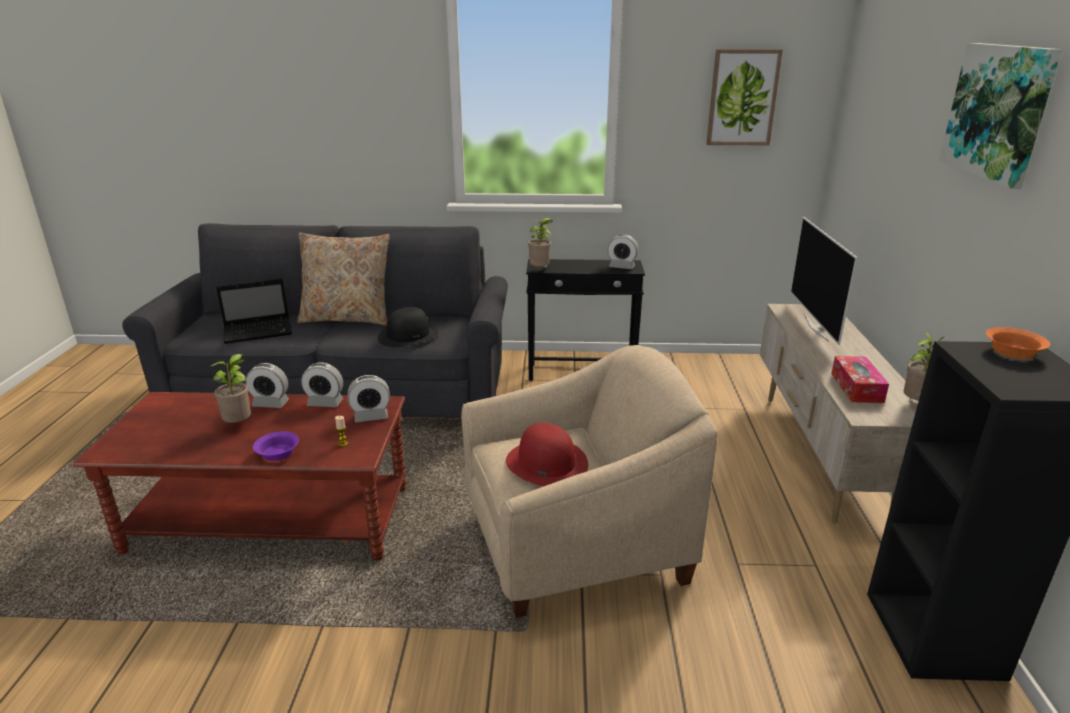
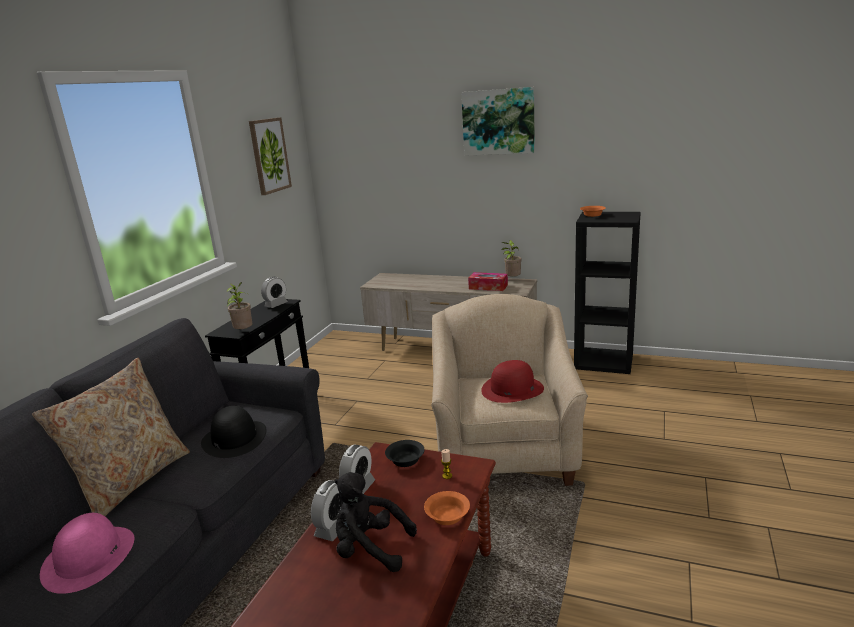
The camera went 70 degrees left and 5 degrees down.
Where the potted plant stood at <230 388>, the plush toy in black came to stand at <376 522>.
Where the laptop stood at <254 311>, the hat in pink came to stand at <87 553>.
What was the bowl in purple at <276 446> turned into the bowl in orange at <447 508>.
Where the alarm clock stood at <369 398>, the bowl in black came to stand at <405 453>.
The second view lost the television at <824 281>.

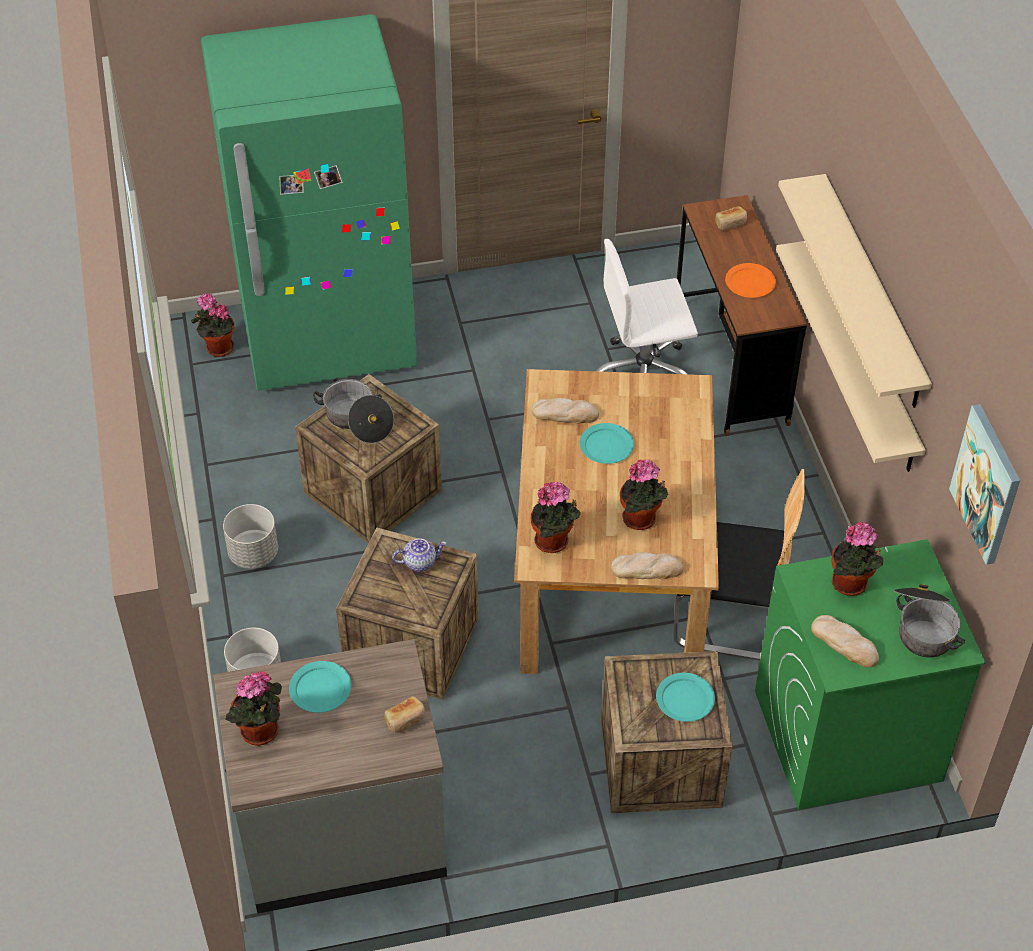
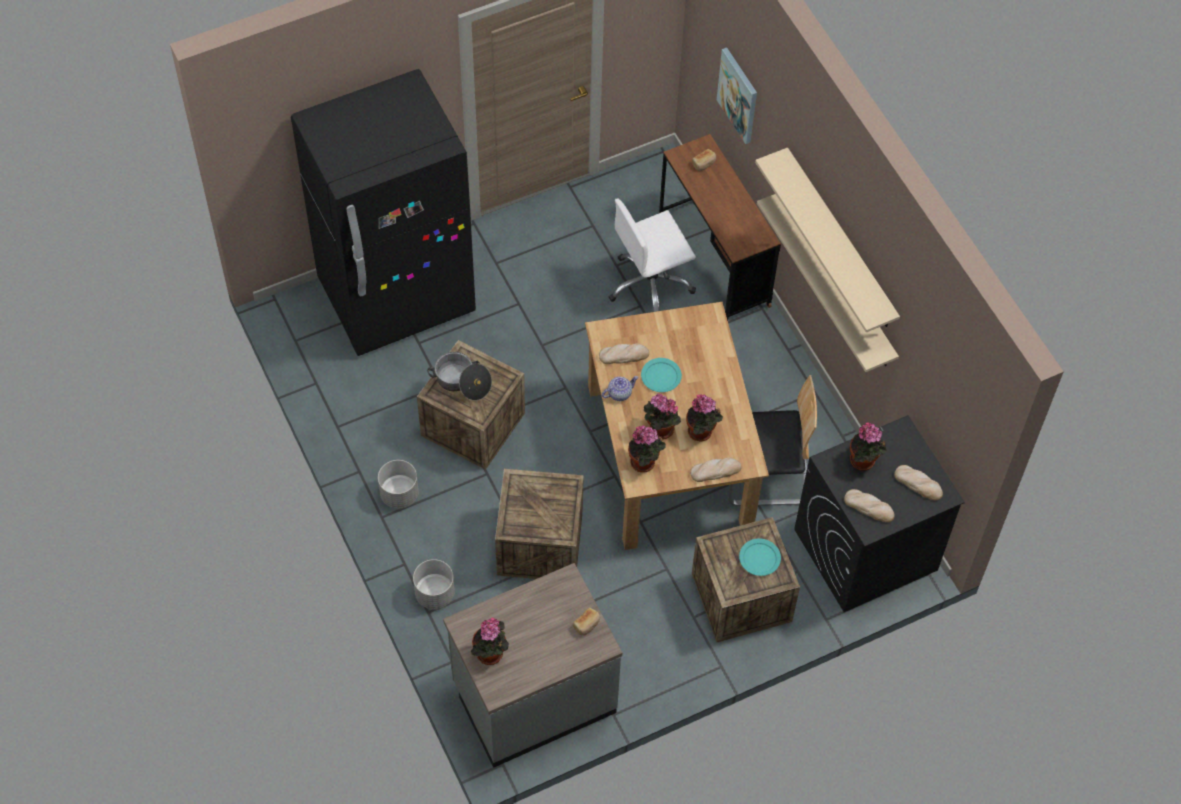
The camera went 15 degrees left and 10 degrees up.
The potted plant ended up elsewhere, having gone from <212 325> to <662 416>.
What was the fridge in green at <309 202> turned into the fridge in black at <383 212>.
The second view lost the plate in turquoise at <320 687>.
The teapot ended up elsewhere, having gone from <419 555> to <620 388>.
The second view lost the plate in orange at <750 280>.
What was the washing machine in green at <870 674> turned into the washing machine in black at <879 513>.
Where the cooking pot stood at <929 620>, the bread came to stand at <918 482>.
The picture ended up elsewhere, having gone from <984 484> to <737 95>.

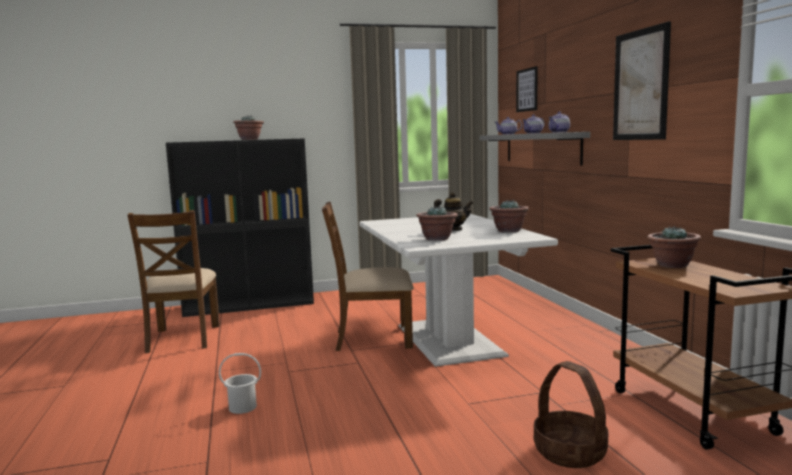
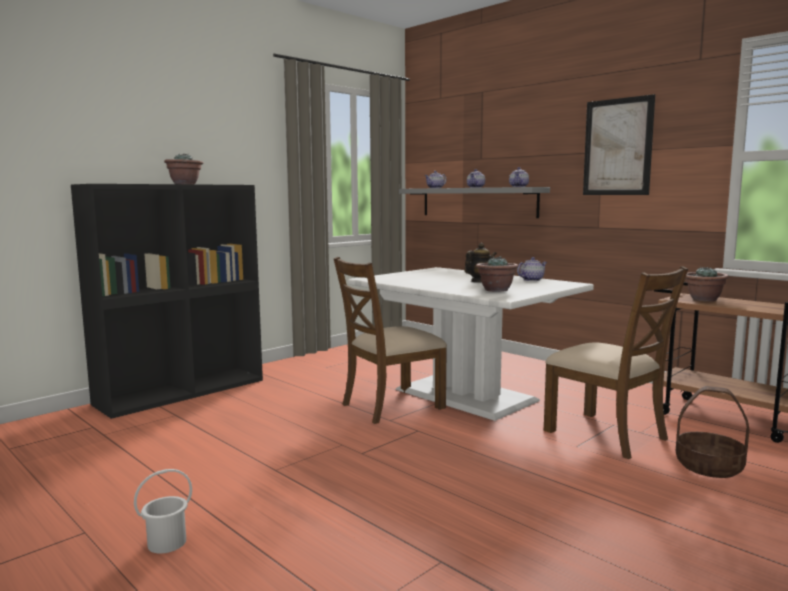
The camera went 30 degrees left and 0 degrees up.
The chair in brown ended up elsewhere, having gone from <173 281> to <616 362>.
The bucket in white ended up elsewhere, having gone from <240 383> to <163 511>.
Where the potted plant stood at <509 216>, the teapot came to stand at <532 269>.
The second view lost the picture at <527 89>.

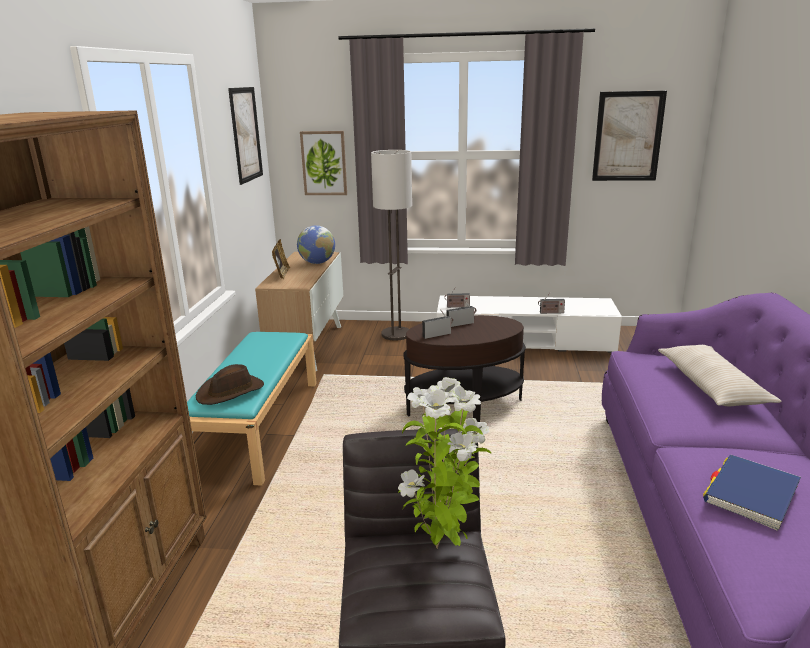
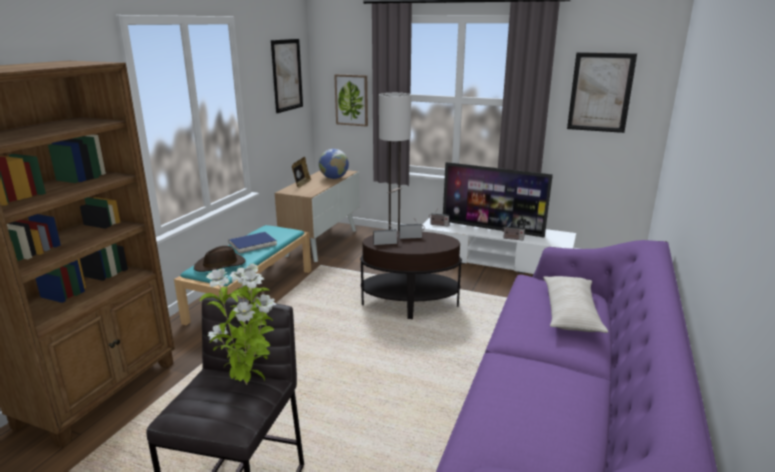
The camera went 15 degrees right and 0 degrees up.
The book in blue ended up elsewhere, having gone from <752 492> to <252 243>.
The second view gained the television at <498 200>.

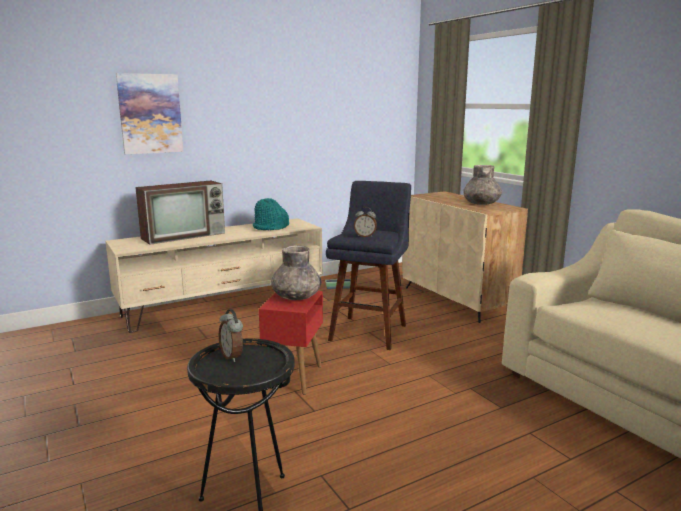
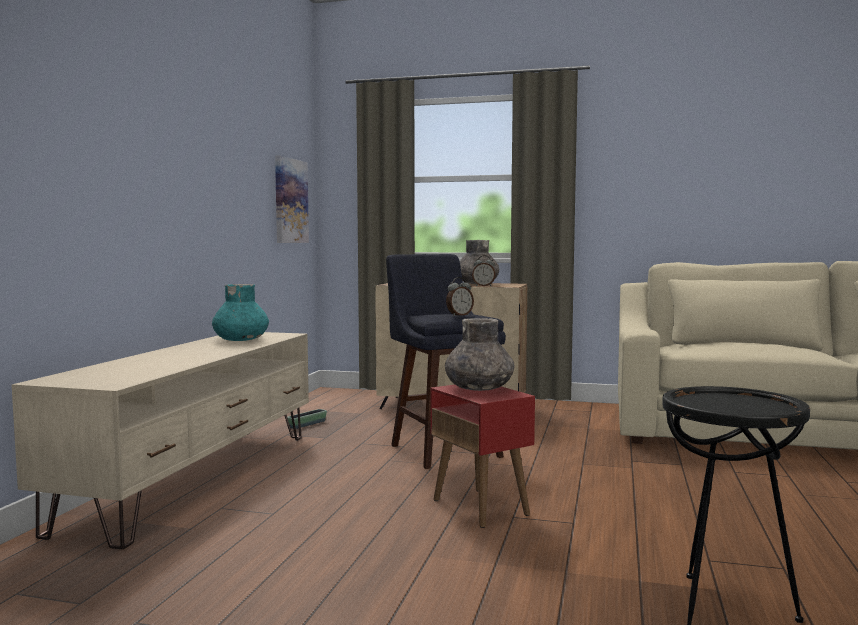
The camera went 45 degrees left and 10 degrees down.
The picture ended up elsewhere, having gone from <149 113> to <292 199>.
The second view lost the television at <180 213>.
The alarm clock ended up elsewhere, having gone from <231 335> to <484 270>.
Where the hat in turquoise stood at <271 214>, the vase in turquoise came to stand at <240 312>.

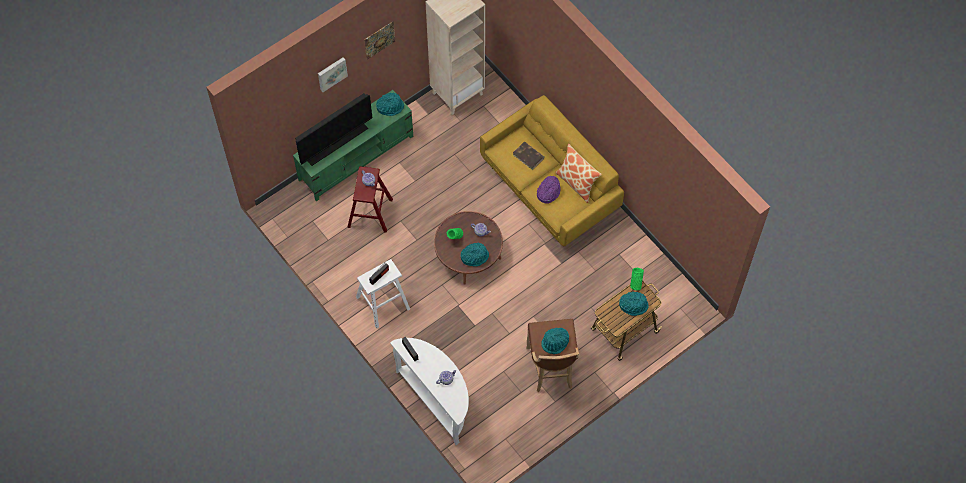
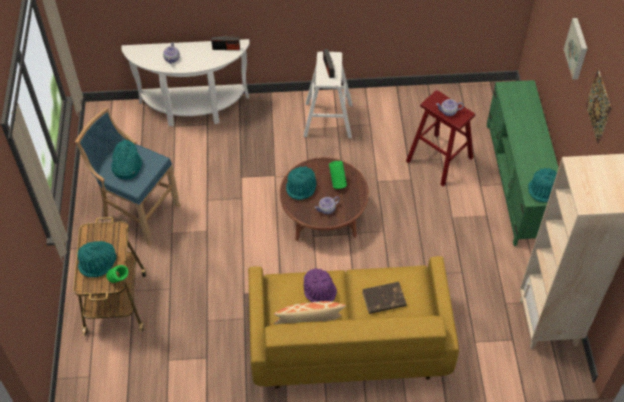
The camera went 125 degrees right and 10 degrees down.
The second view lost the television at <333 129>.
What was the stool in brown at <552 355> turned into the stool in blue at <128 177>.

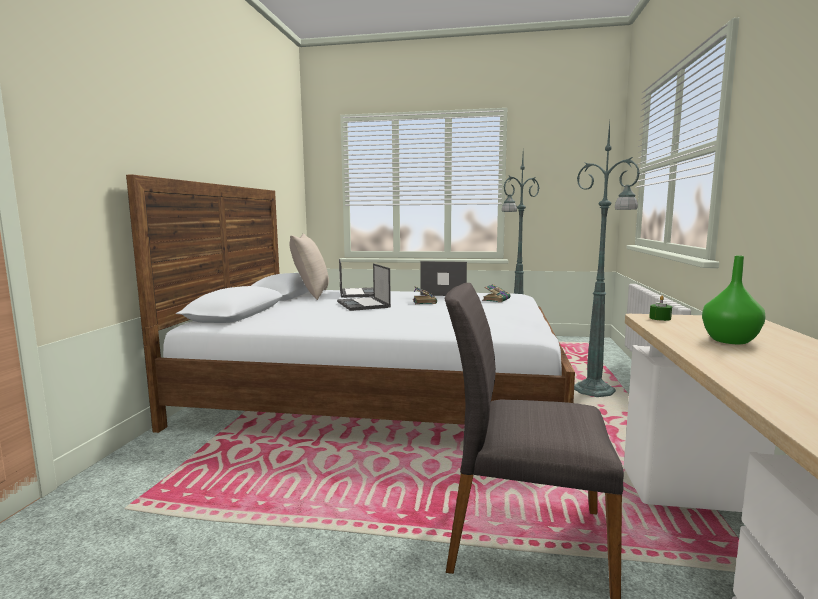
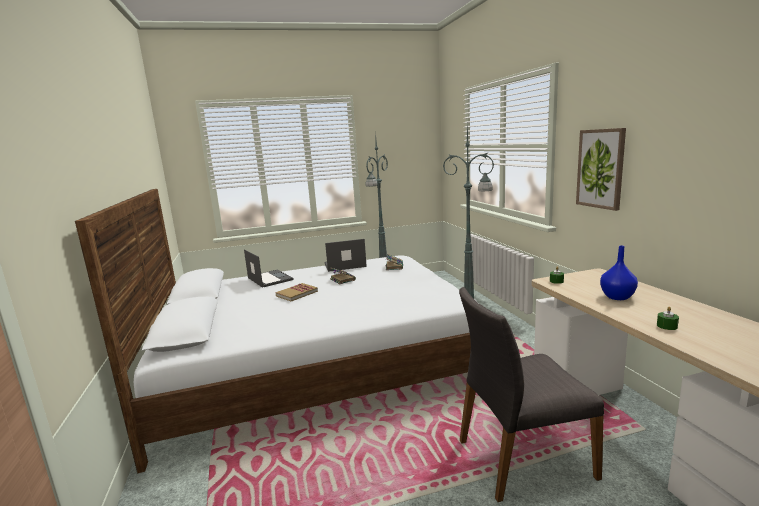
The camera went 25 degrees left and 5 degrees up.
The second view lost the pillow in beige at <309 267>.
Where the laptop stood at <364 287>, the book came to stand at <297 292>.
What was the vase in green at <734 300> turned into the vase in blue at <619 272>.
The second view gained the picture at <601 169>.
The second view gained the candle in green at <668 318>.

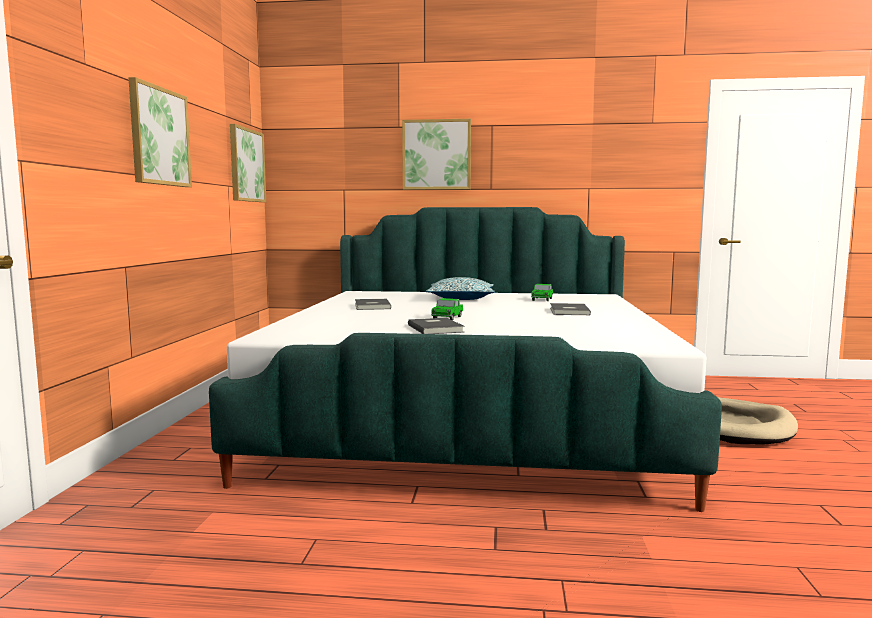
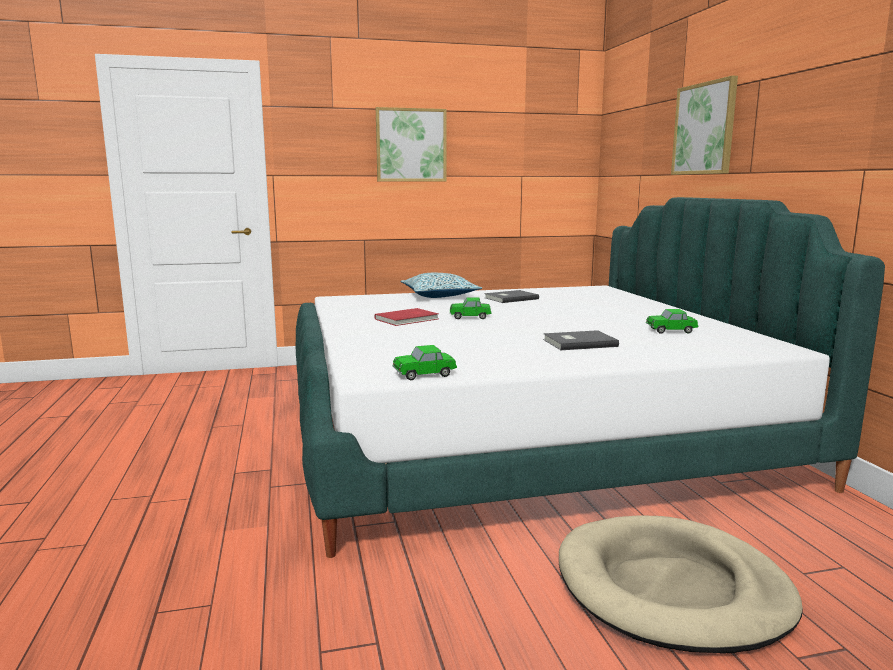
The camera went 70 degrees right and 5 degrees up.
The second view lost the picture at <248 163>.
What was the book in grey at <436 326> turned into the book in red at <406 317>.
The pillow ended up elsewhere, having gone from <460 288> to <441 285>.
The second view gained the toy car at <424 362>.

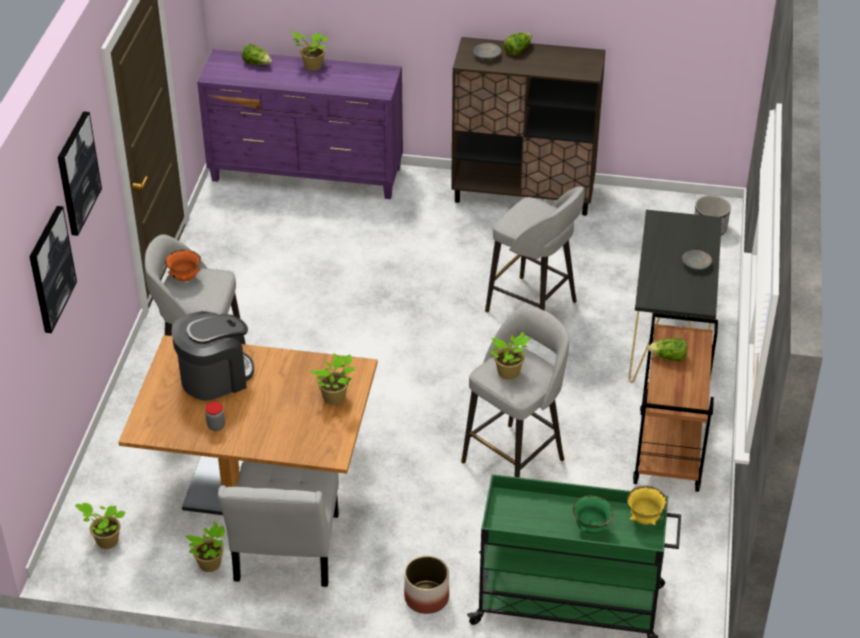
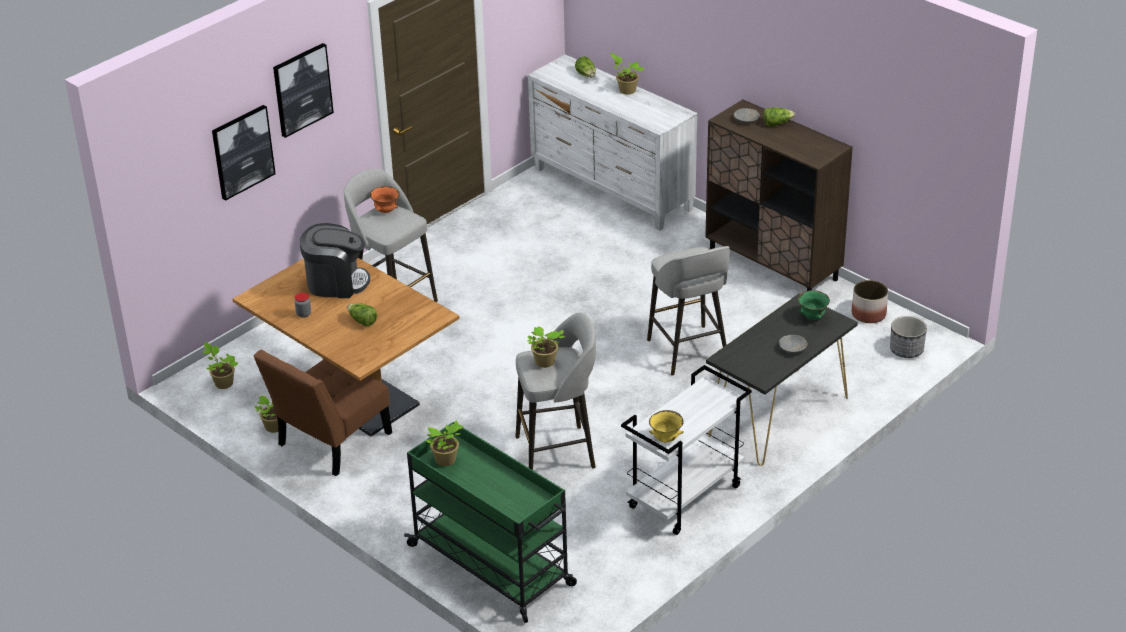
The camera went 35 degrees right and 5 degrees down.
What was the dresser in purple at <300 124> turned into the dresser in white at <612 142>.
What was the chair in white at <278 524> turned into the chair in brown at <323 413>.
The potted plant ended up elsewhere, having gone from <332 379> to <444 443>.
The planter ended up elsewhere, having gone from <426 585> to <870 301>.
The bowl in green ended up elsewhere, having gone from <593 514> to <814 305>.
The bowl in yellow ended up elsewhere, having gone from <647 505> to <666 426>.
What was the cart in brown at <675 402> turned into the cart in white at <686 450>.
The lettuce ended up elsewhere, having gone from <667 349> to <362 315>.

